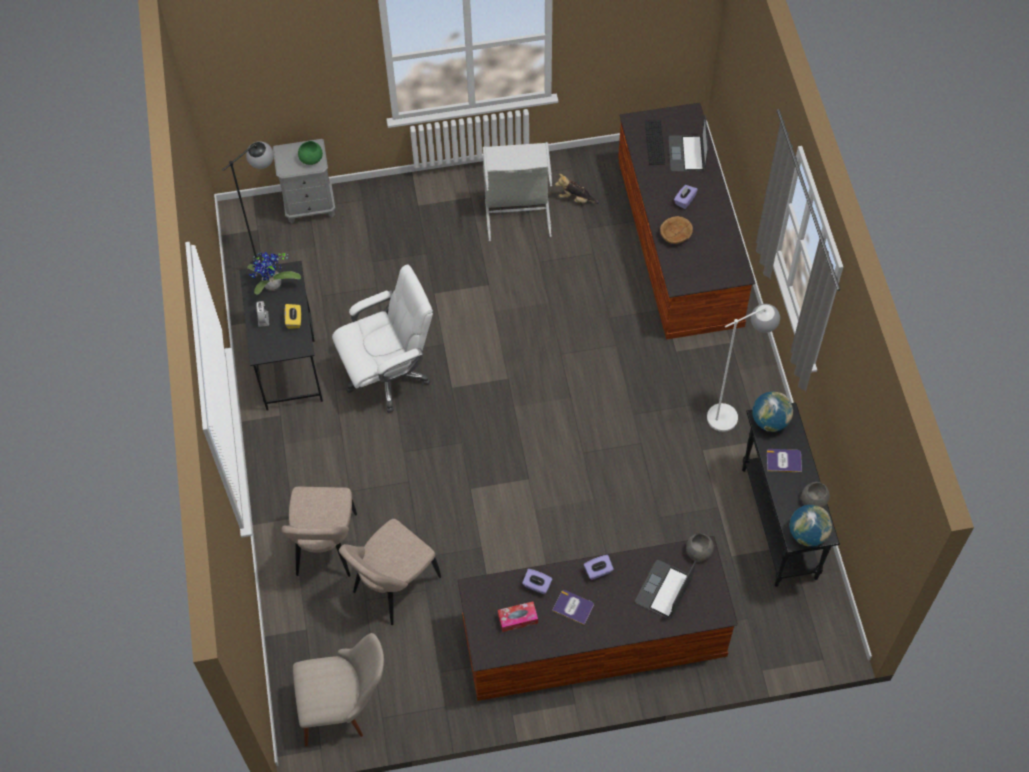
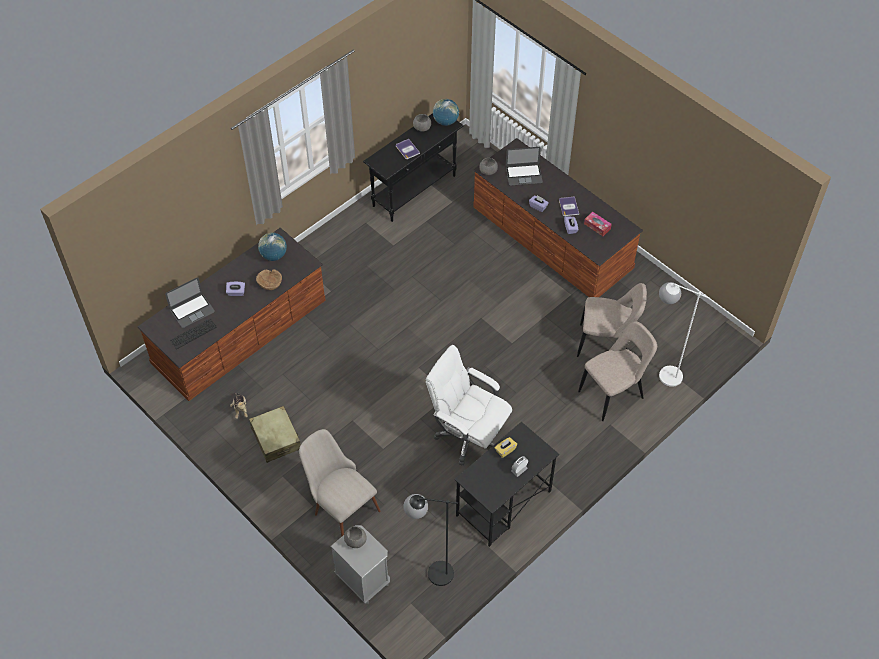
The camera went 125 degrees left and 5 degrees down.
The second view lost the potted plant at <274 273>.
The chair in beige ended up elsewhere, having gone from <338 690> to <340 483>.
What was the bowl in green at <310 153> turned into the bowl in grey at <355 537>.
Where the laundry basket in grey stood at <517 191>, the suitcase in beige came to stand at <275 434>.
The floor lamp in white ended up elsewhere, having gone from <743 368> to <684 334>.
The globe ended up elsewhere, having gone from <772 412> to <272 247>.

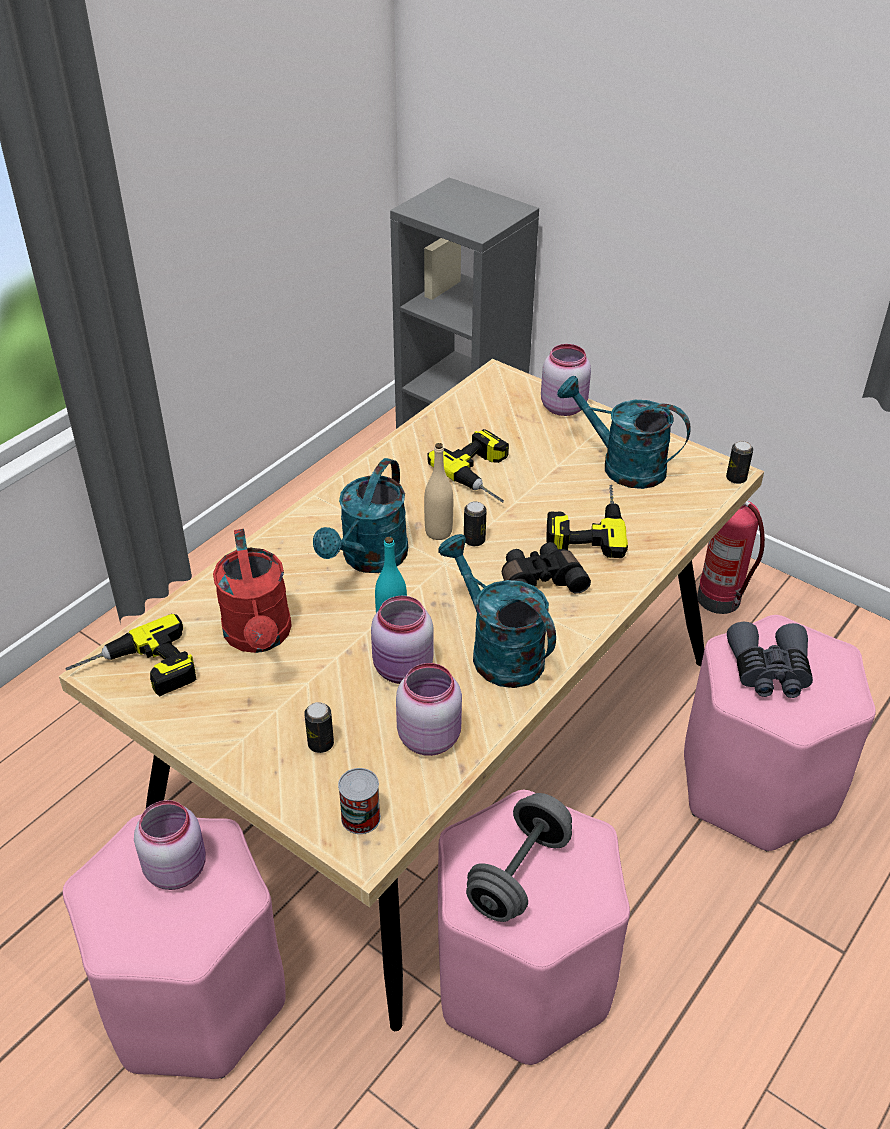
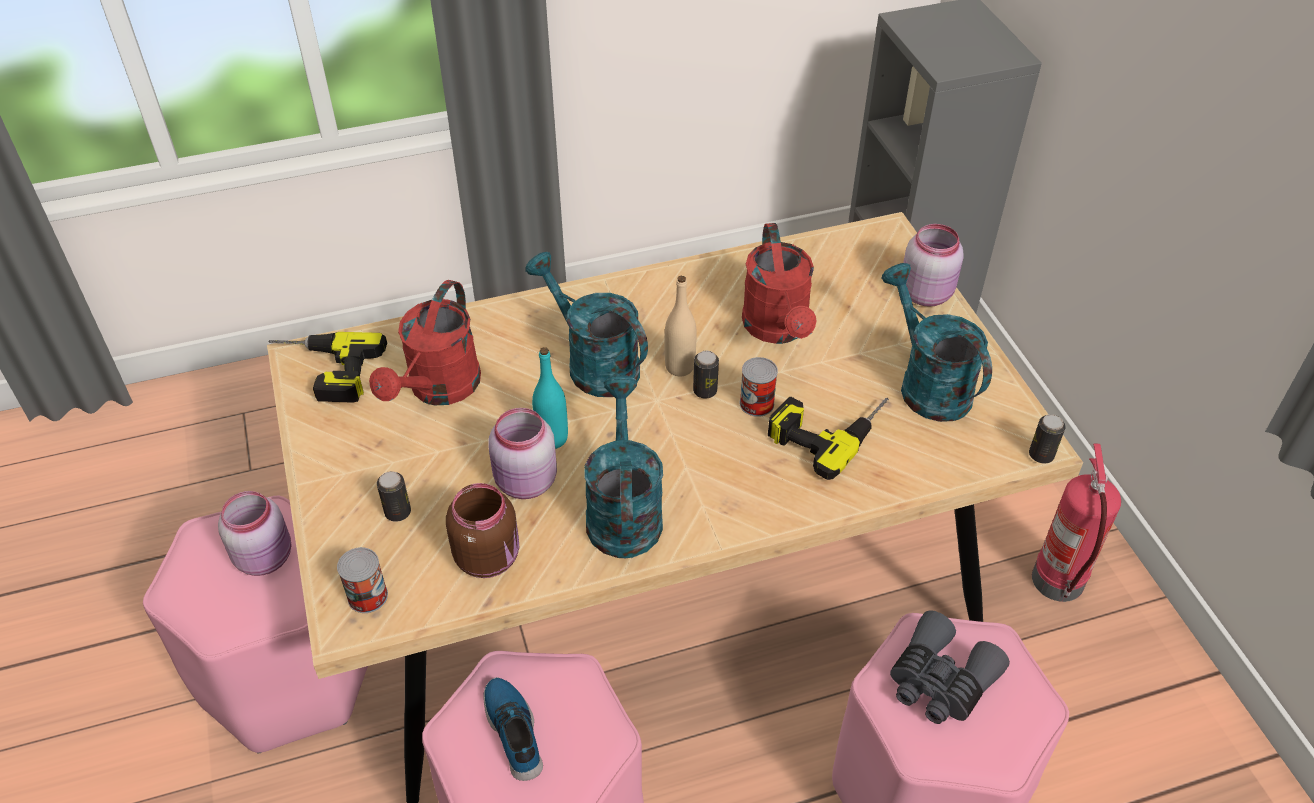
The camera went 35 degrees right and 5 degrees up.
The watering can in turquoise at <360 515> ended up facing another way, 75 degrees clockwise from before.
What was the jar in pink at <429 709> turned into the jar in brown at <482 530>.
Where the power drill stood at <468 466>, the watering can in red came to stand at <779 283>.
Where the dumbbell in grey stood at <519 857>, the shoe came to stand at <513 729>.
The second view lost the binoculars in black at <546 568>.
The second view gained the can at <758 387>.

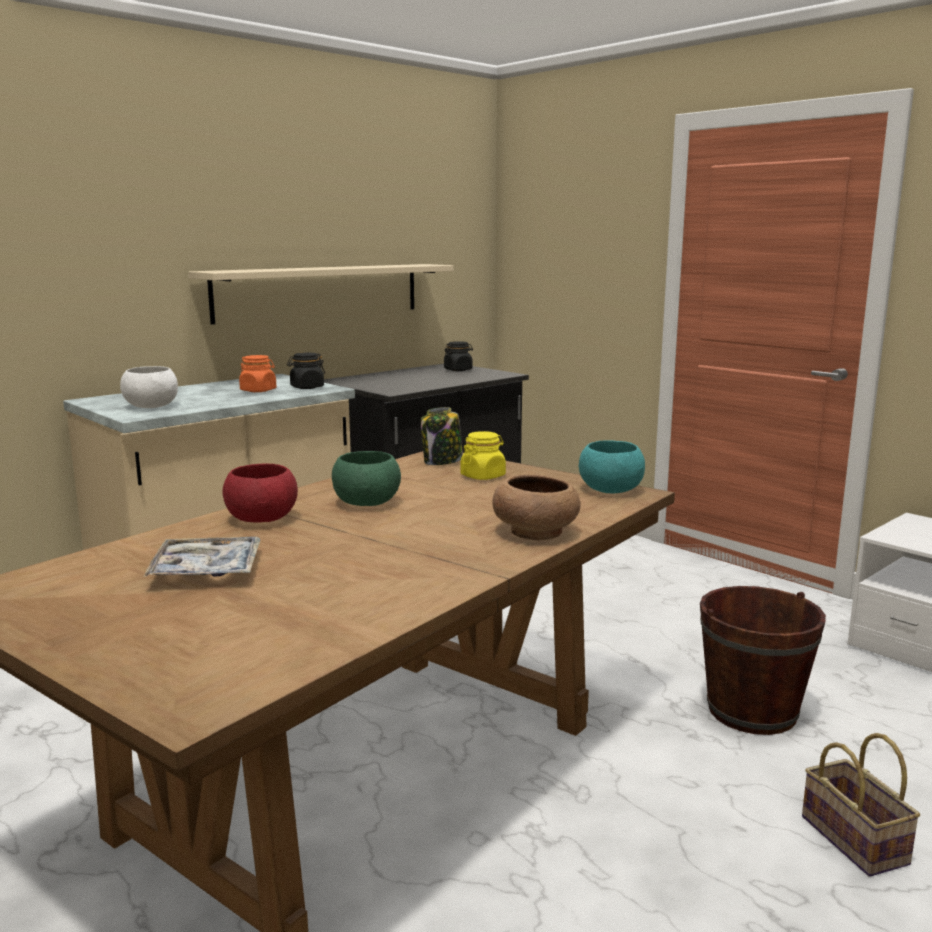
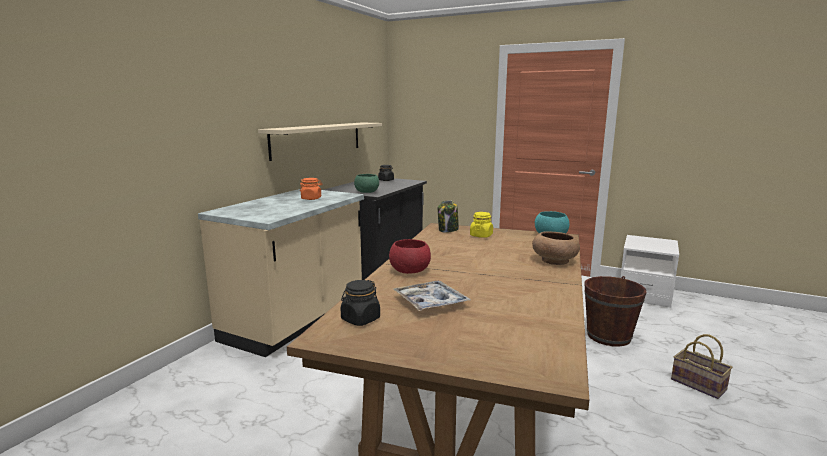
The camera went 20 degrees left and 0 degrees up.
The second view lost the bowl in white at <149 387>.
The jar in black ended up elsewhere, having gone from <306 371> to <360 303>.
The bowl in green ended up elsewhere, having gone from <366 478> to <366 183>.

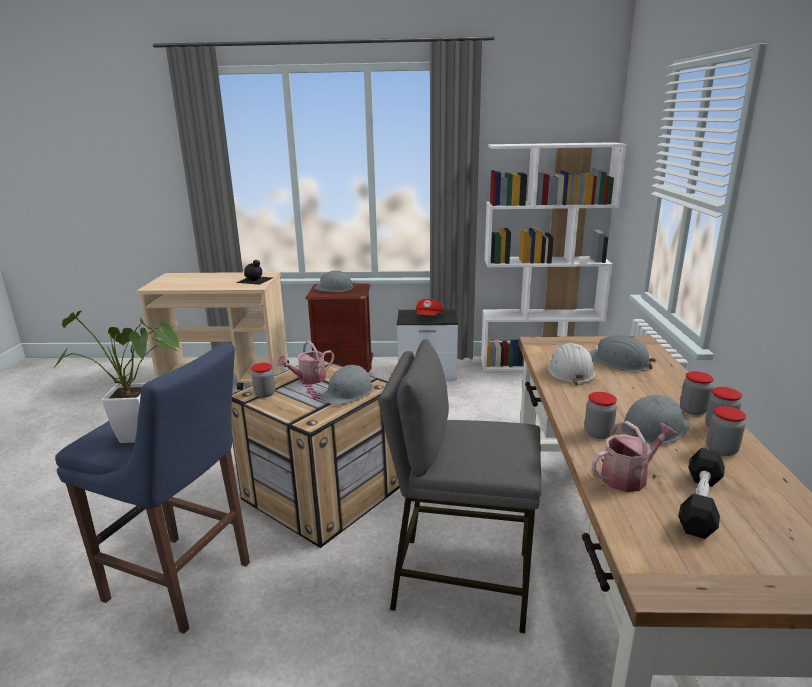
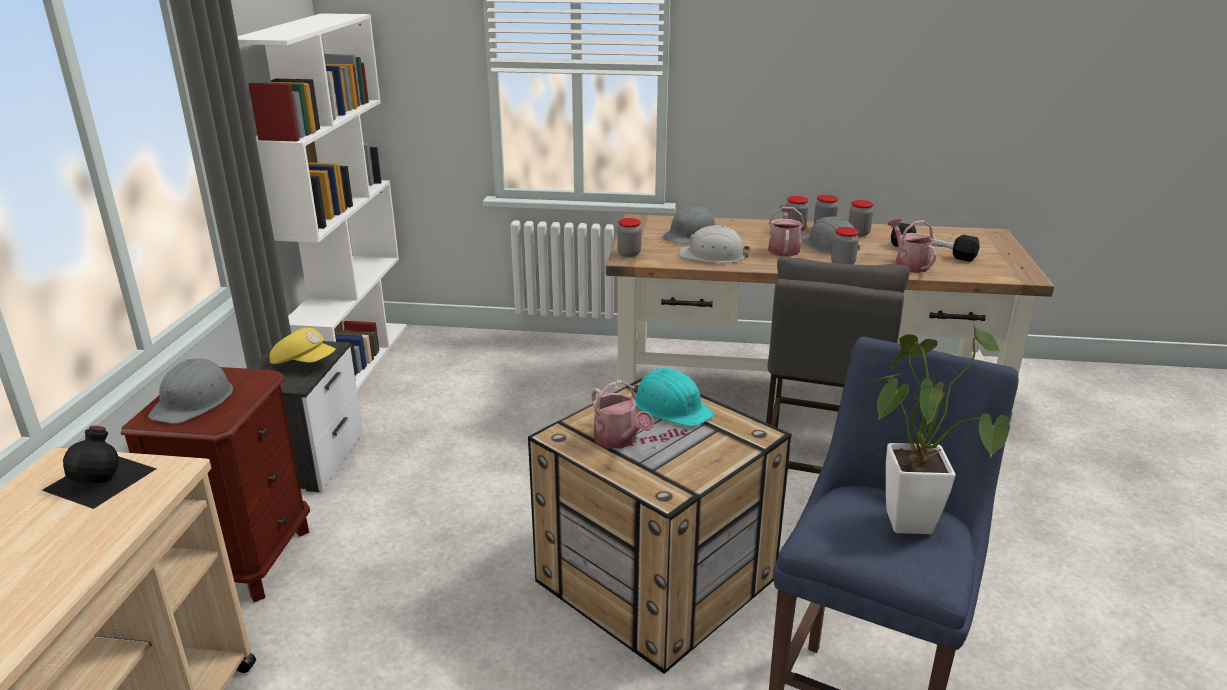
The camera went 85 degrees left and 5 degrees up.
The jar ended up elsewhere, having gone from <263 380> to <629 237>.
What was the hard hat in grey at <346 385> turned into the hard hat in turquoise at <674 397>.
What was the cap in red at <430 307> turned into the cap in yellow at <302 346>.
The second view gained the watering can at <786 231>.

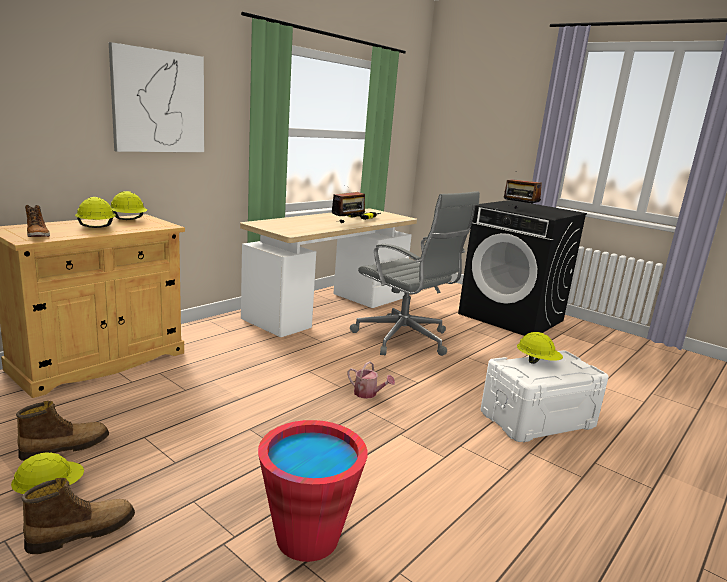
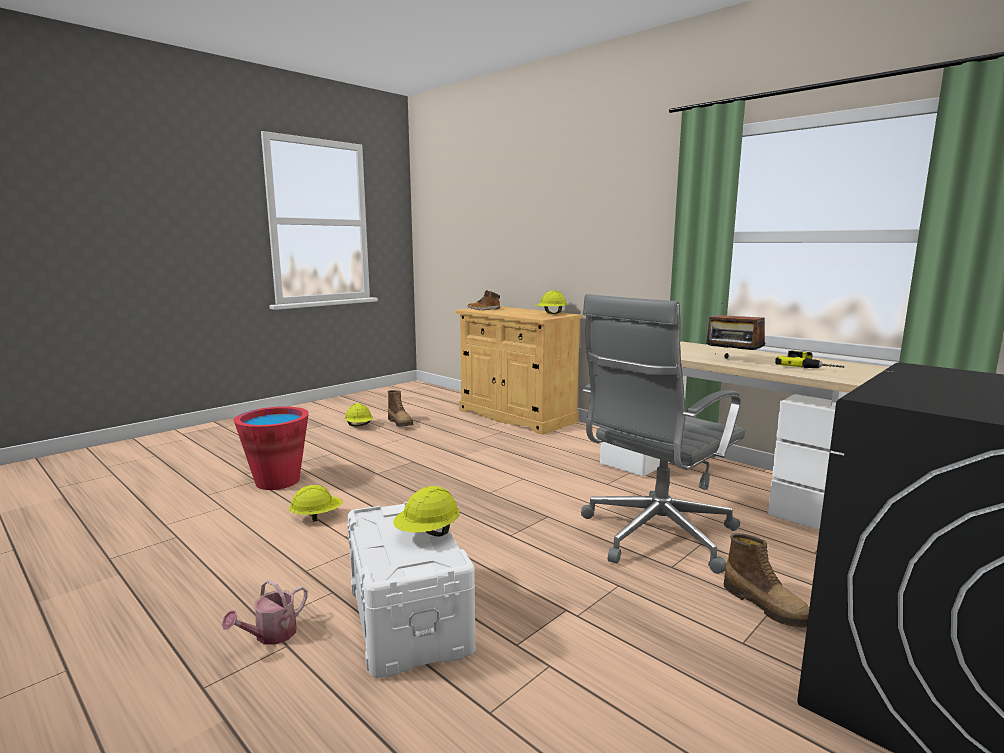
The camera went 95 degrees right and 5 degrees down.
The boot ended up elsewhere, having gone from <78 516> to <766 580>.
The hard hat in yellow ended up elsewhere, having gone from <95 212> to <316 503>.
The second view lost the picture at <156 97>.
The watering can ended up elsewhere, having gone from <371 380> to <264 612>.
The second view lost the radio at <522 194>.

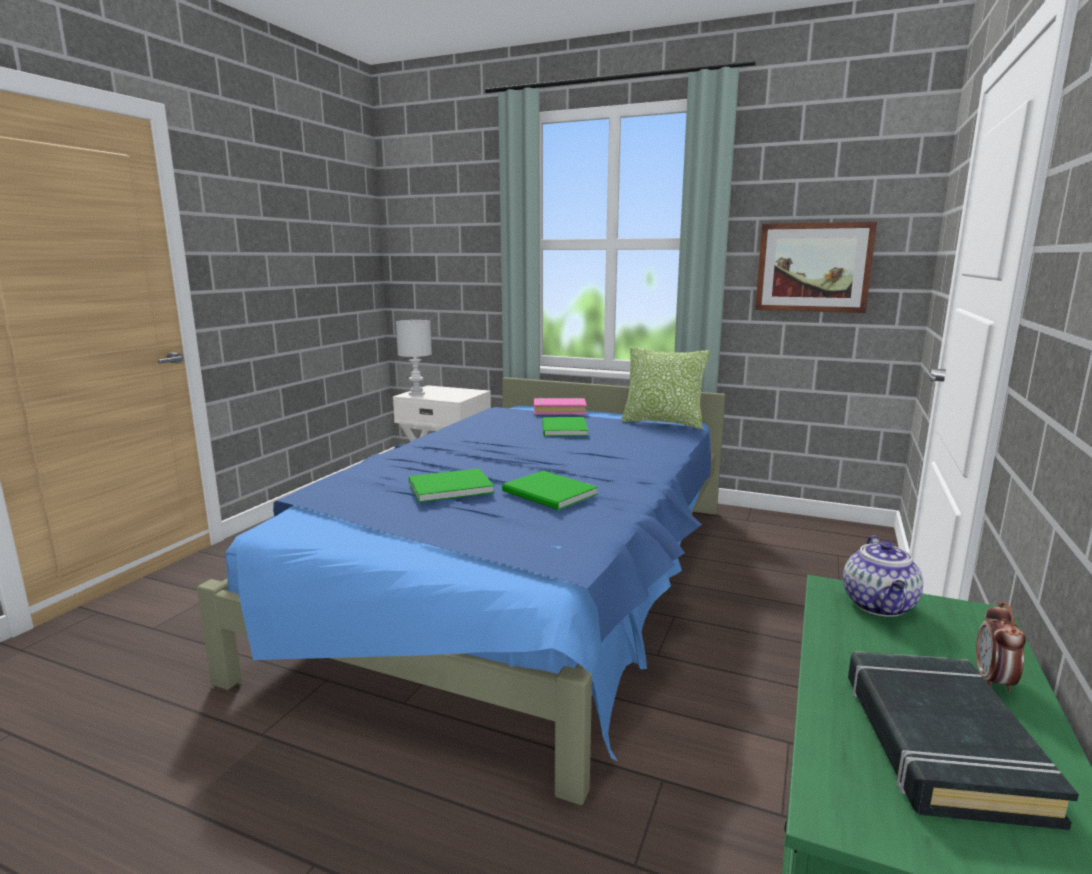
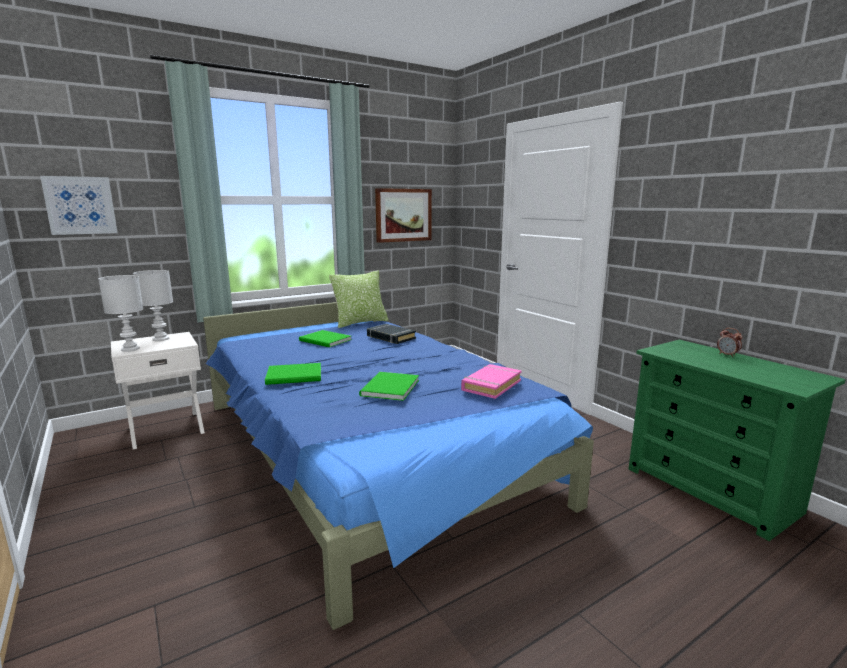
The camera went 55 degrees left and 0 degrees up.
The book in green ended up elsewhere, having gone from <550 490> to <293 374>.
The book in pink ended up elsewhere, having gone from <560 406> to <491 381>.
The second view lost the teapot at <883 576>.
The book in black ended up elsewhere, having gone from <963 740> to <391 334>.
The second view gained the picture at <79 205>.
The second view gained the table lamp in white at <153 305>.

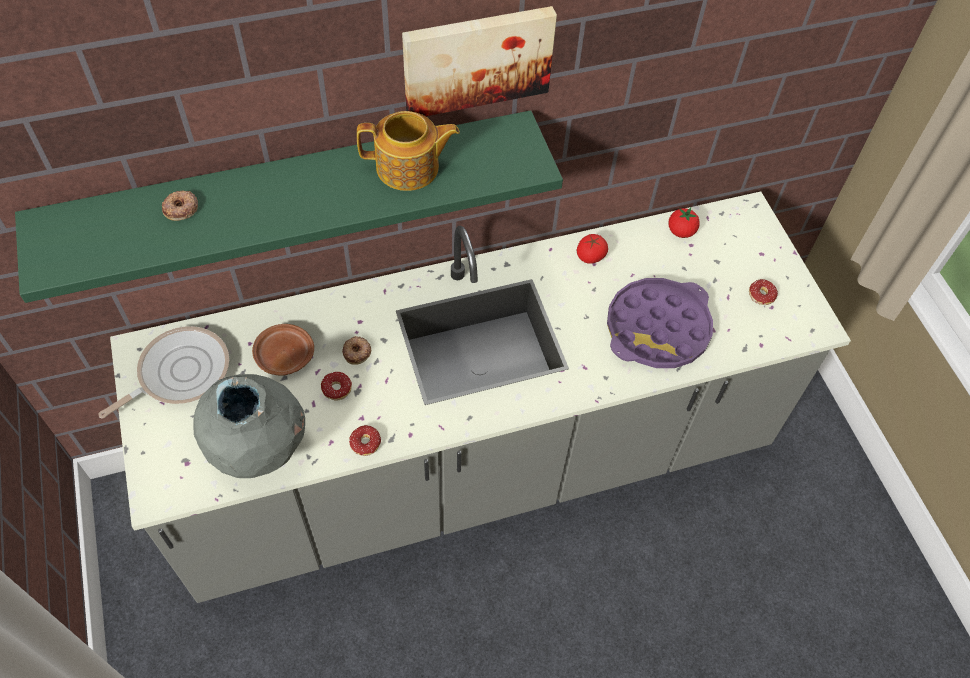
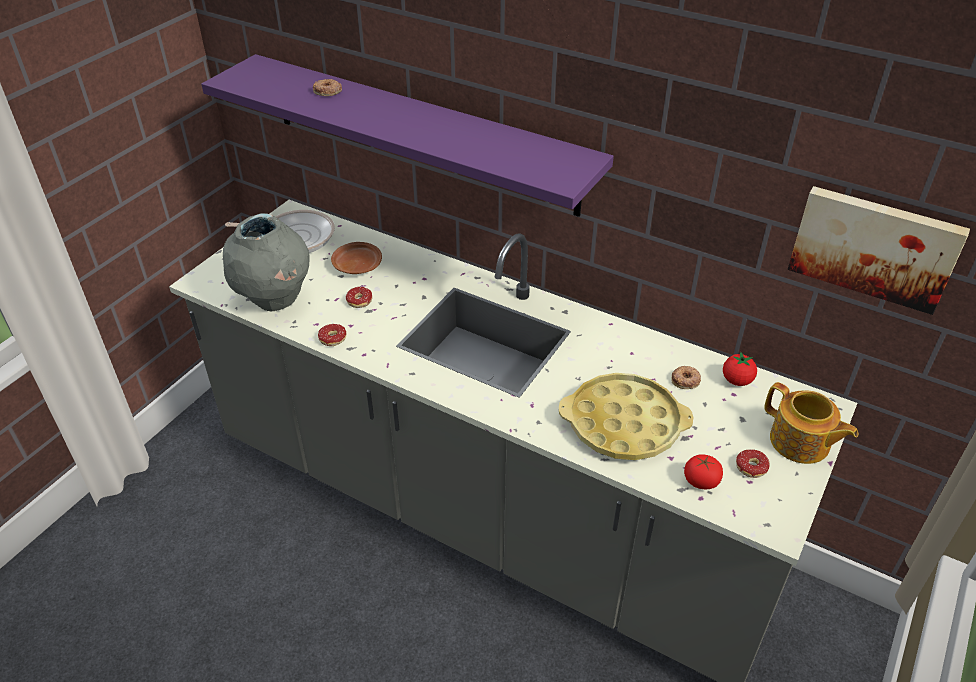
The camera went 50 degrees right and 15 degrees down.
What was the shelf in green at <289 206> turned into the shelf in purple at <407 135>.
The donut ended up elsewhere, having gone from <357 350> to <686 377>.
The teapot ended up elsewhere, having gone from <408 151> to <811 423>.
The picture ended up elsewhere, having gone from <479 61> to <879 250>.
The tomato ended up elsewhere, having gone from <592 249> to <703 471>.
What was the tray in purple at <660 323> turned into the tray in yellow at <626 416>.

